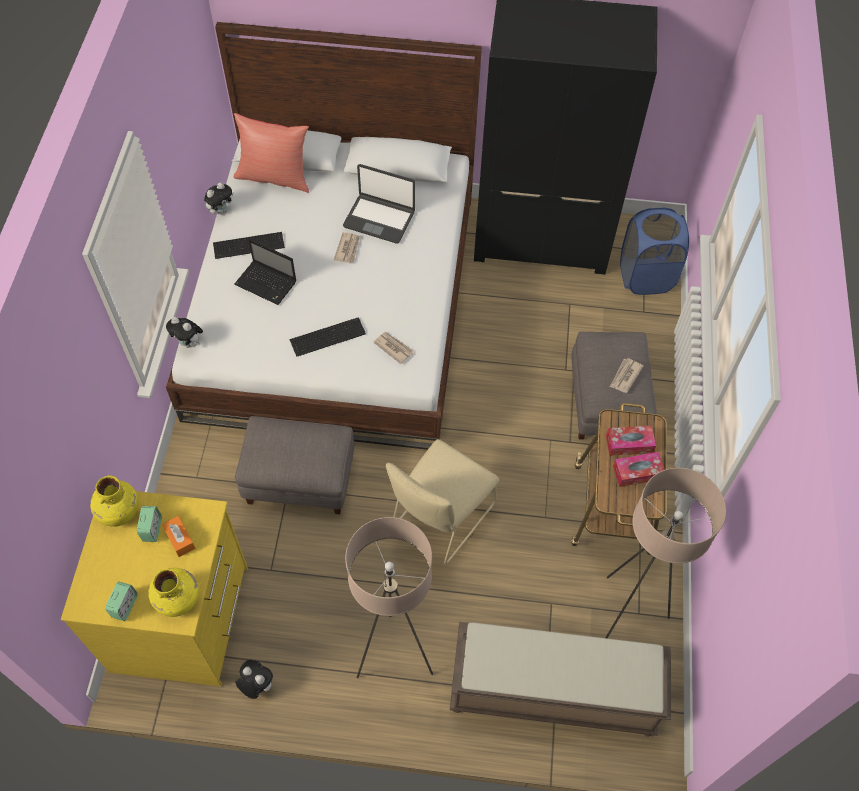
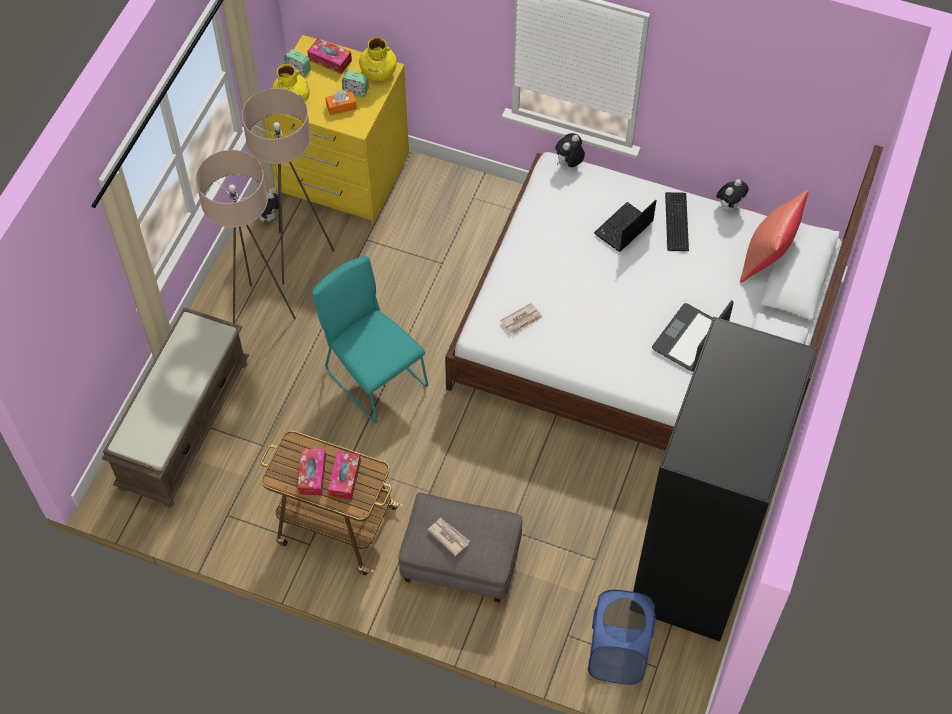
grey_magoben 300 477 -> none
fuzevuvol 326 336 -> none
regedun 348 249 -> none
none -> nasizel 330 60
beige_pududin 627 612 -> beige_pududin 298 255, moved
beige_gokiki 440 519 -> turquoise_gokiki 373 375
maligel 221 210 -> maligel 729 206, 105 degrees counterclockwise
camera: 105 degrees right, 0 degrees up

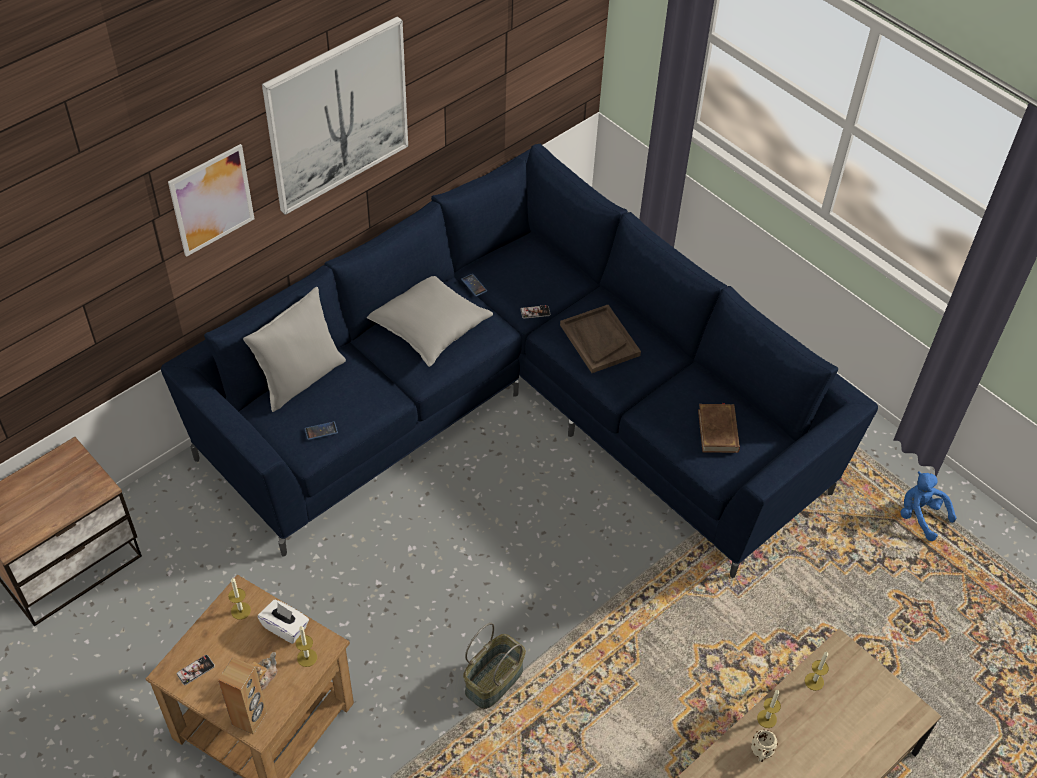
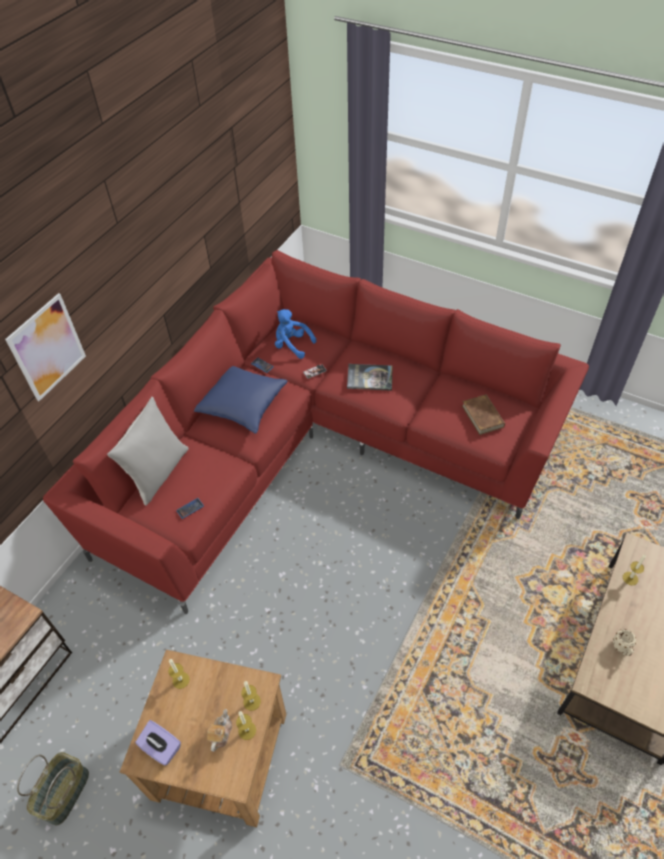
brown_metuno 250 718 -> none
white_nasizel 285 627 -> none
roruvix 337 115 -> none
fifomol 493 680 -> fifomol 64 792, moved
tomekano 766 719 -> tomekano 247 730, moved
blue_maligel 920 516 -> blue_maligel 292 345, moved
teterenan 195 670 -> purple_nasizel 161 748
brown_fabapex 599 340 -> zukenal 369 378
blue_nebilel 518 408 -> red_nebilel 317 446
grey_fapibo 429 326 -> blue_fapibo 241 404
camera: 15 degrees left, 0 degrees up

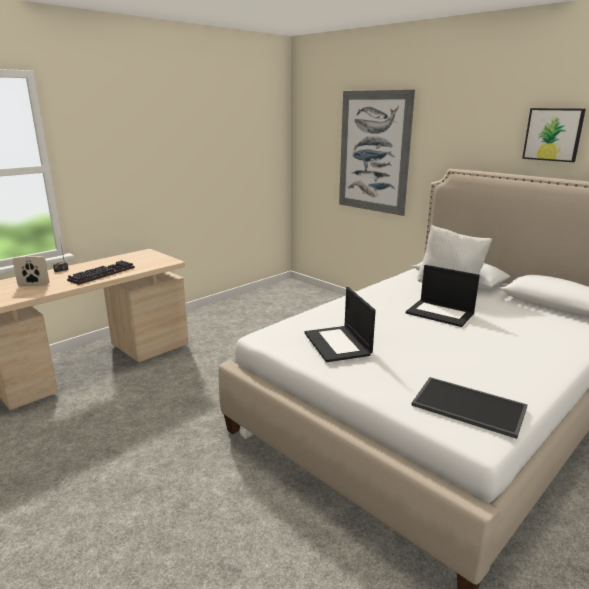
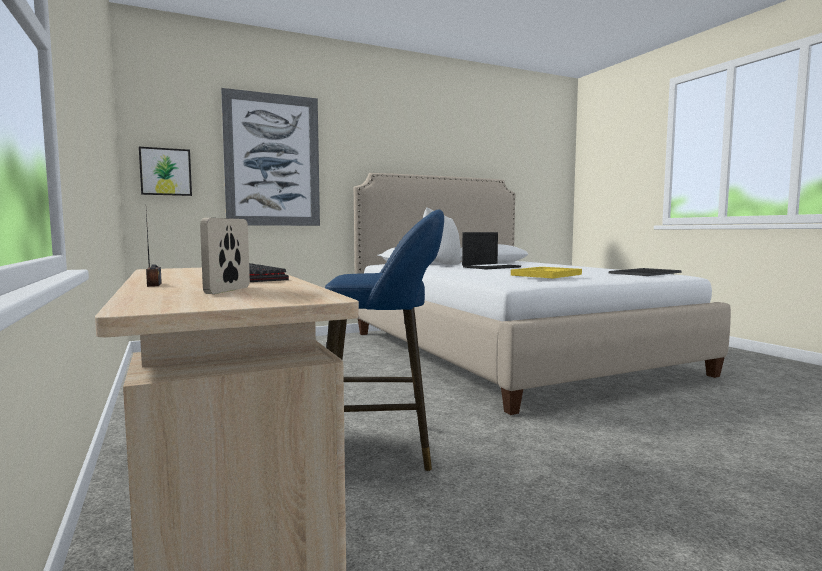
none -> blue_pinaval 384 446
roruvix 553 134 -> roruvix 166 172, moved
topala 338 344 -> yellow_fabapex 546 275
camera: 70 degrees left, 15 degrees down

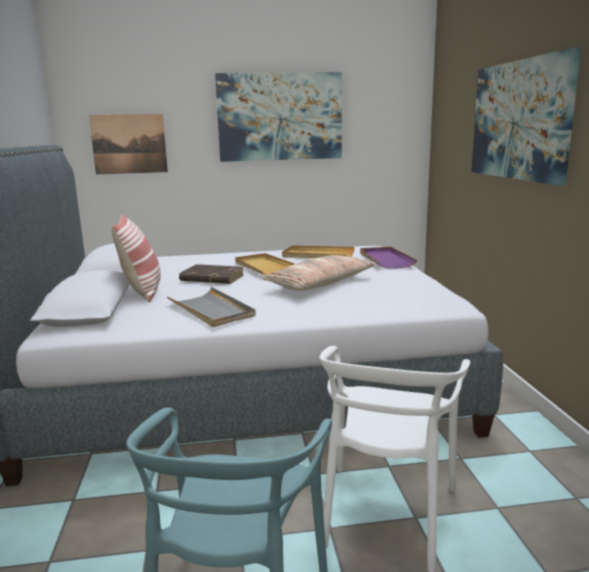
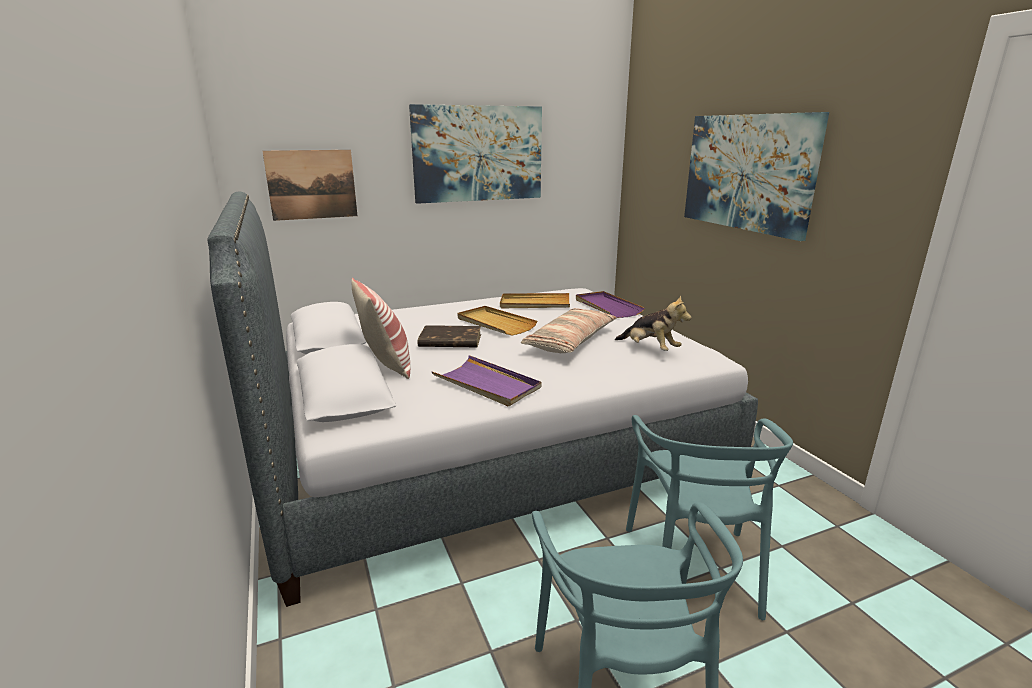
none -> maligel 650 349
grey_fabapex 211 310 -> purple_fabapex 487 384
white_gokiki 386 513 -> turquoise_gokiki 694 568
camera: 15 degrees left, 5 degrees up

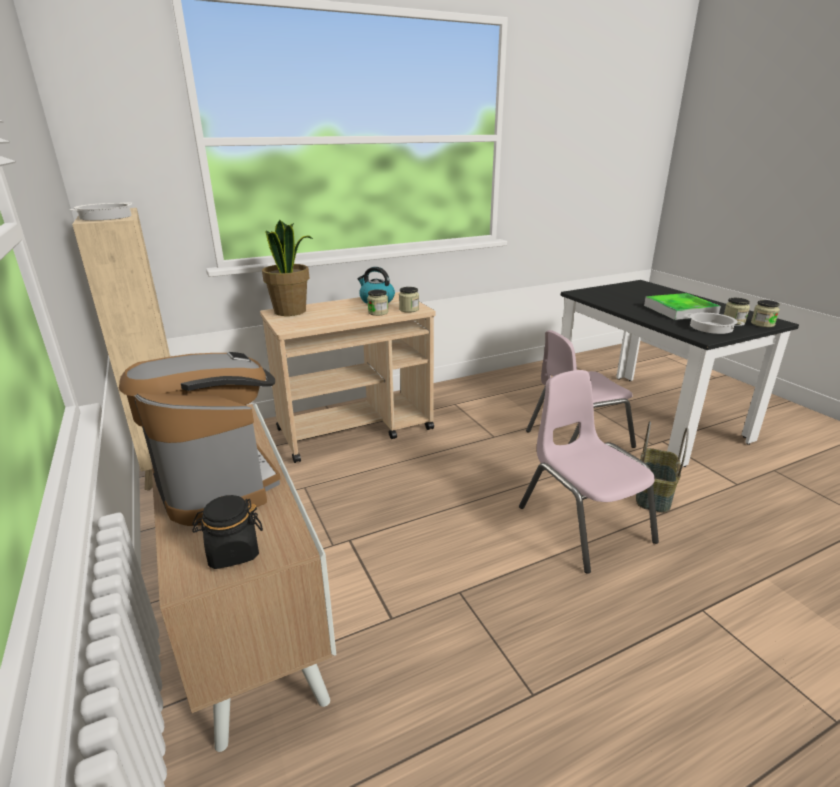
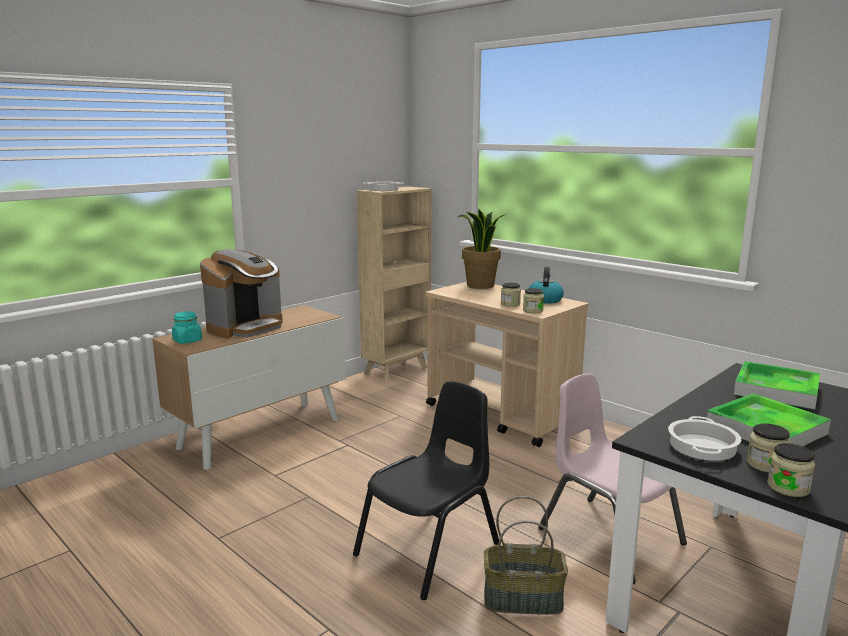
none -> fabapex 776 390
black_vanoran 233 552 -> turquoise_vanoran 187 341
pink_gokiki 583 524 -> black_gokiki 429 550
camera: 70 degrees right, 10 degrees down

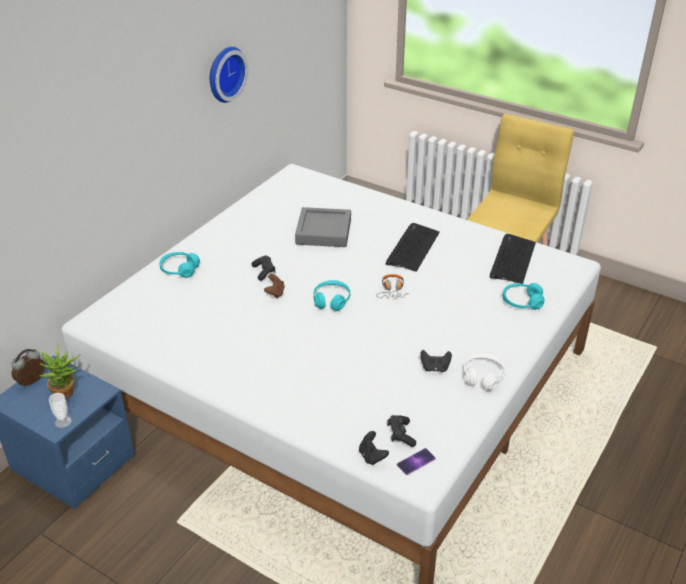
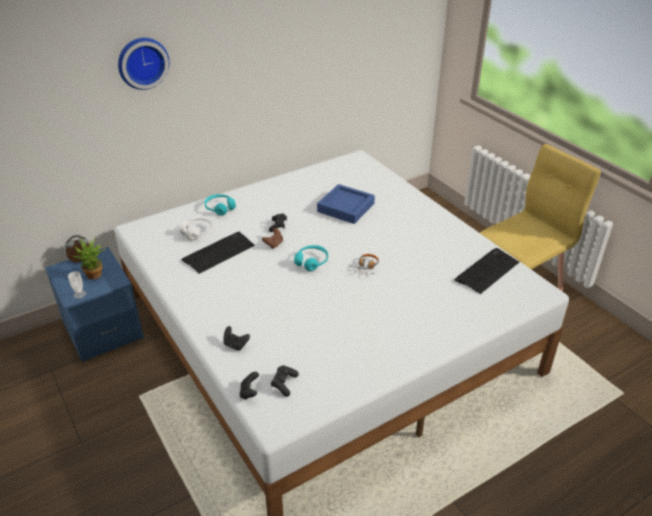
teterenan 416 461 -> none
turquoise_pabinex 522 302 -> none
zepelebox 224 73 -> zepelebox 142 62, moved
fuzevuvol 412 248 -> fuzevuvol 219 252, moved
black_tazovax 435 368 -> black_tazovax 235 345, moved
white_pabinex 483 377 -> white_pabinex 197 232, moved
grey_fabapex 323 232 -> blue_fabapex 346 208
camera: 25 degrees right, 0 degrees up

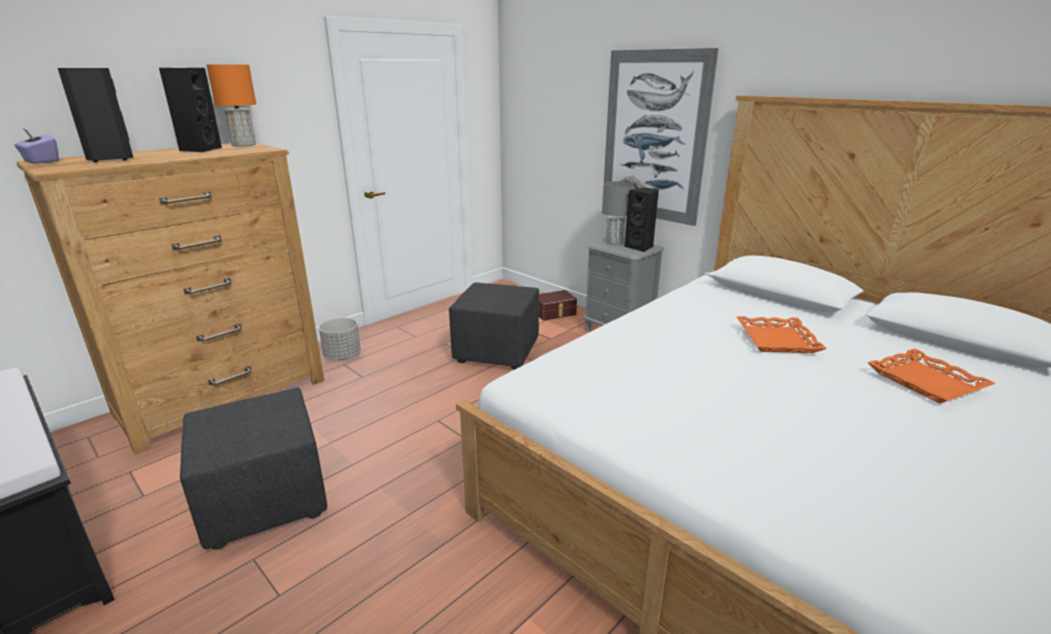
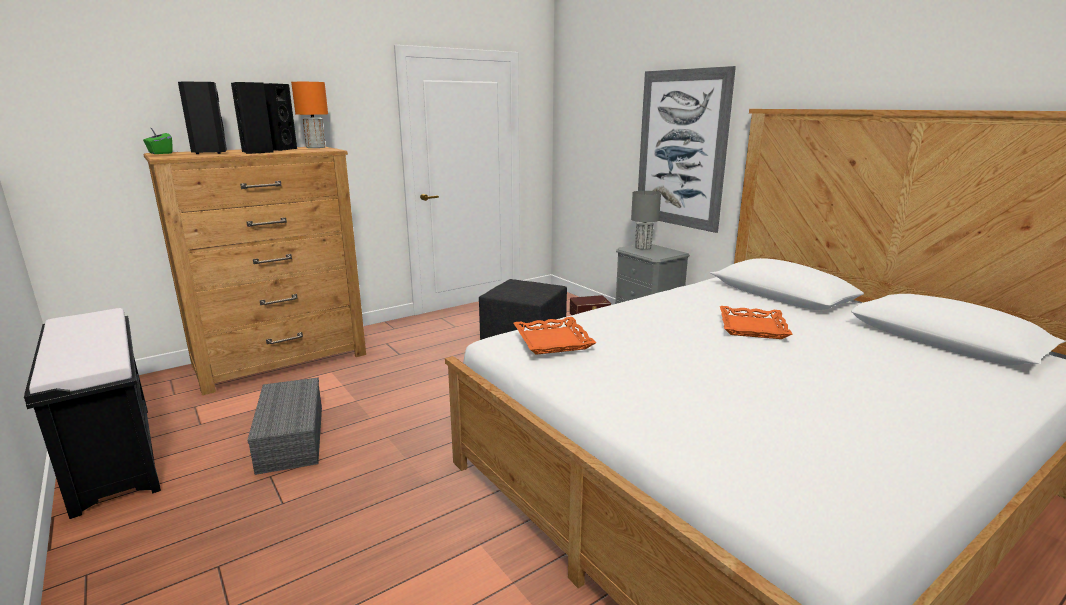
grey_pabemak 343 355 -> none
black_metuno 640 247 -> black_metuno 257 152, moved
orange_fabapex 926 381 -> orange_fabapex 553 341, moved
black_magoben 263 501 -> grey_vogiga 290 437
purple_nasizel 41 161 -> green_nasizel 160 153
camera: 10 degrees right, 5 degrees down

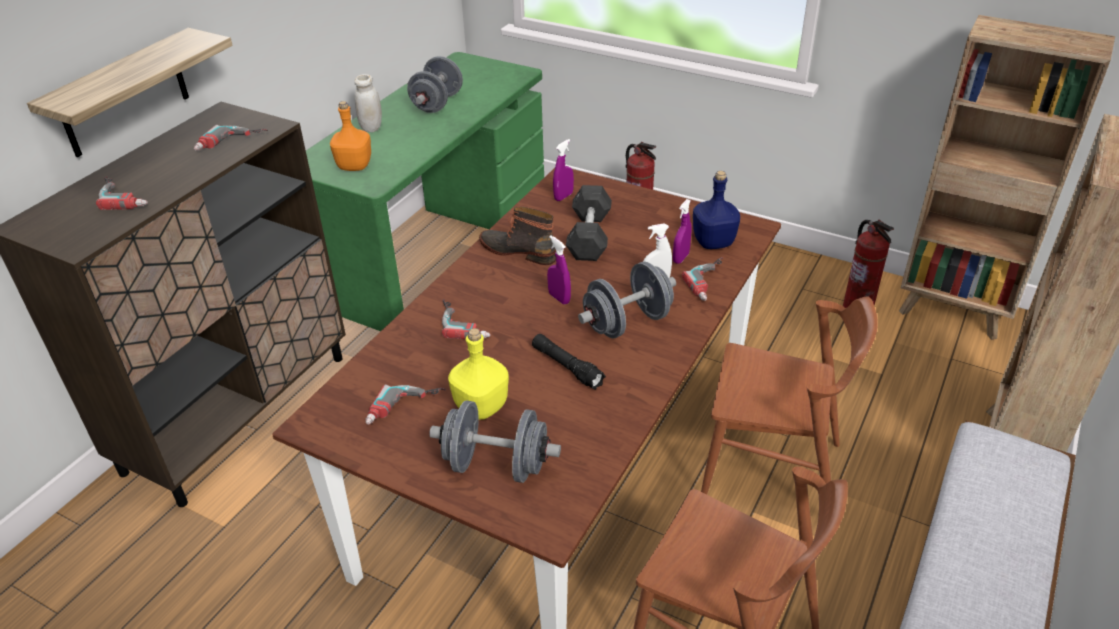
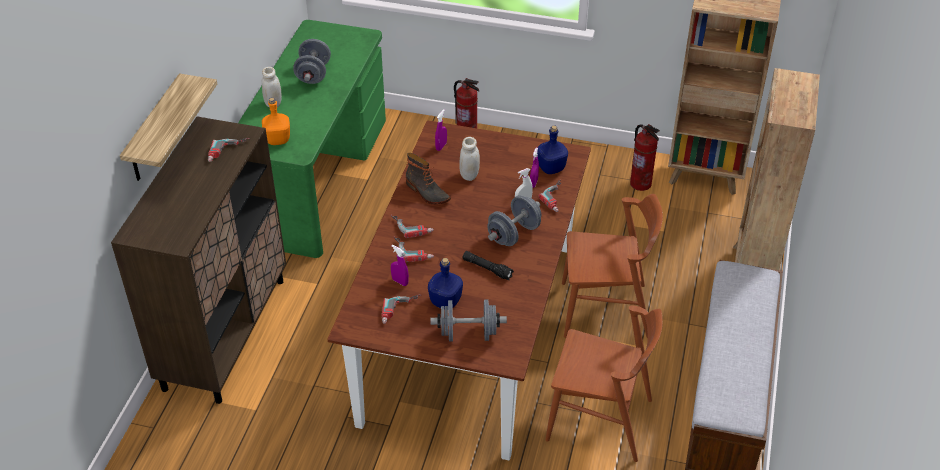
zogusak 127 195 -> zogusak 412 225, moved
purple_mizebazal 559 298 -> purple_mizebazal 400 281, moved
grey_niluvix 589 236 -> white_vanoran 469 175
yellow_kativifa 480 407 -> blue_kativifa 445 302
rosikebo 519 250 -> rosikebo 427 193, 150 degrees counterclockwise
camera: 15 degrees left, 5 degrees up

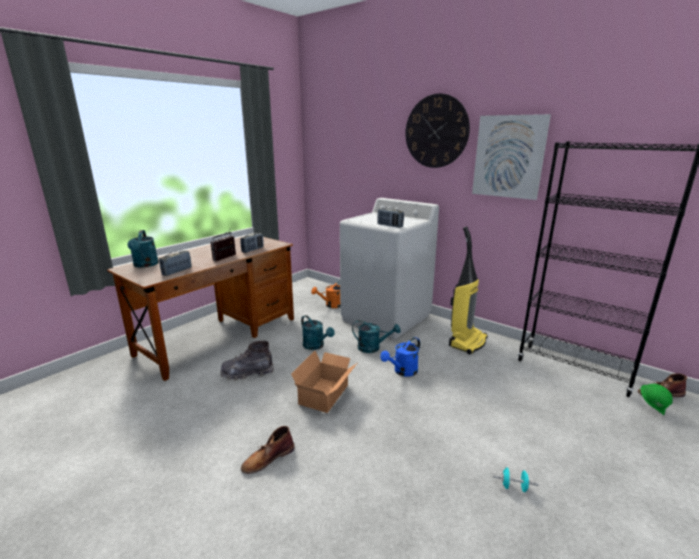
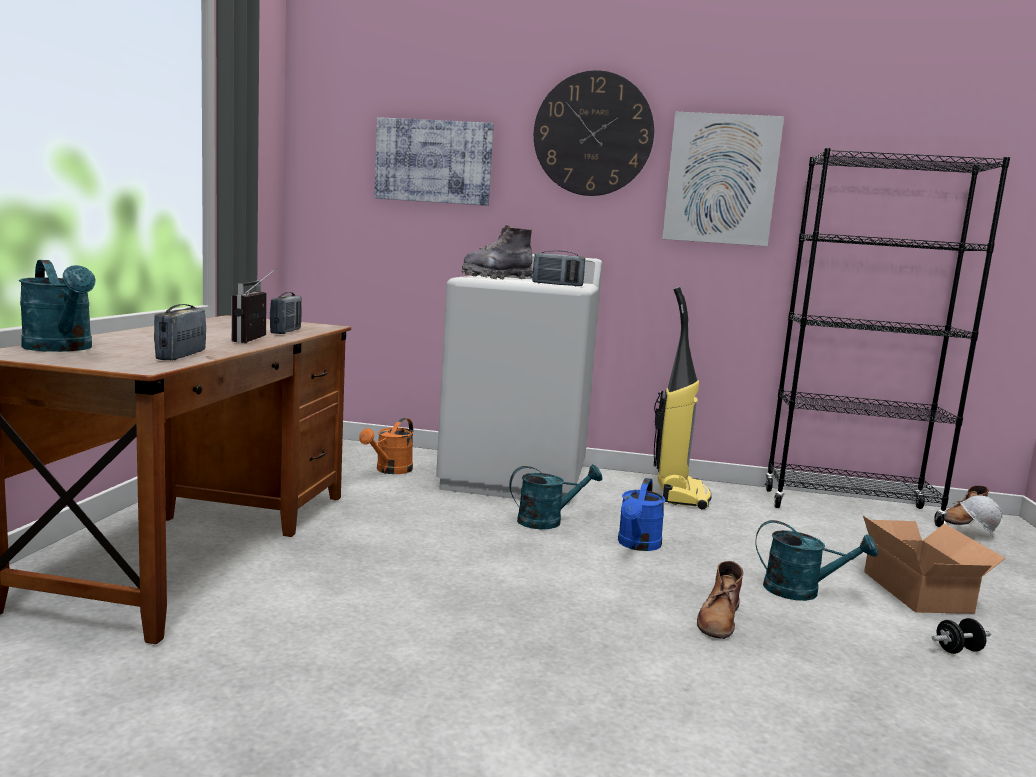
none -> roruvix 433 161
grey_rosikebo 247 373 -> grey_rosikebo 496 278, moved
brown_rosikebo 267 458 -> brown_rosikebo 719 619, moved
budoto 326 394 -> budoto 919 591, moved
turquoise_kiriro 316 346 -> turquoise_kiriro 801 591, moved
turquoise_niluvix 514 487 -> black_niluvix 958 650
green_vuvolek 651 409 -> white_vuvolek 975 535
camera: 30 degrees left, 10 degrees down

